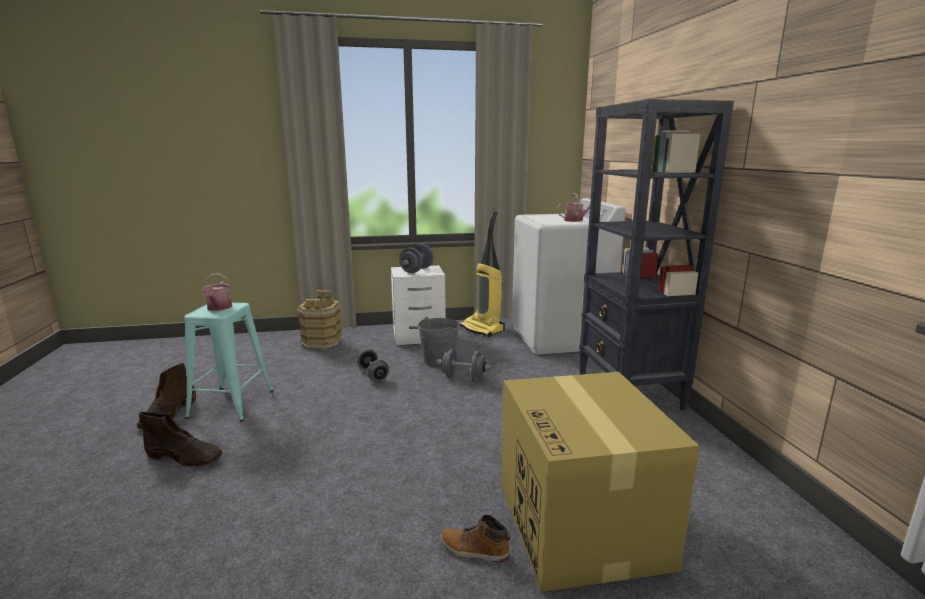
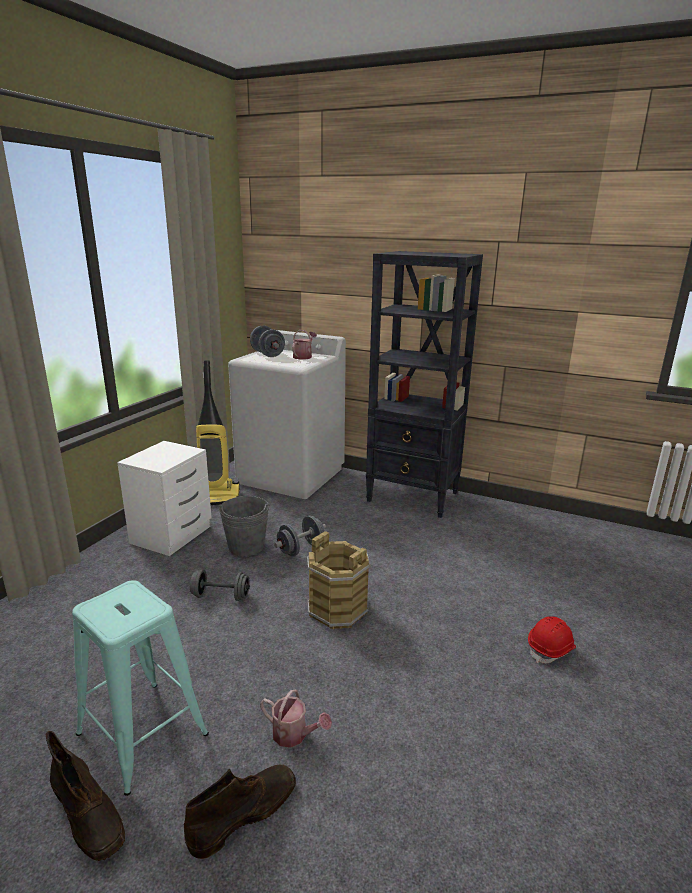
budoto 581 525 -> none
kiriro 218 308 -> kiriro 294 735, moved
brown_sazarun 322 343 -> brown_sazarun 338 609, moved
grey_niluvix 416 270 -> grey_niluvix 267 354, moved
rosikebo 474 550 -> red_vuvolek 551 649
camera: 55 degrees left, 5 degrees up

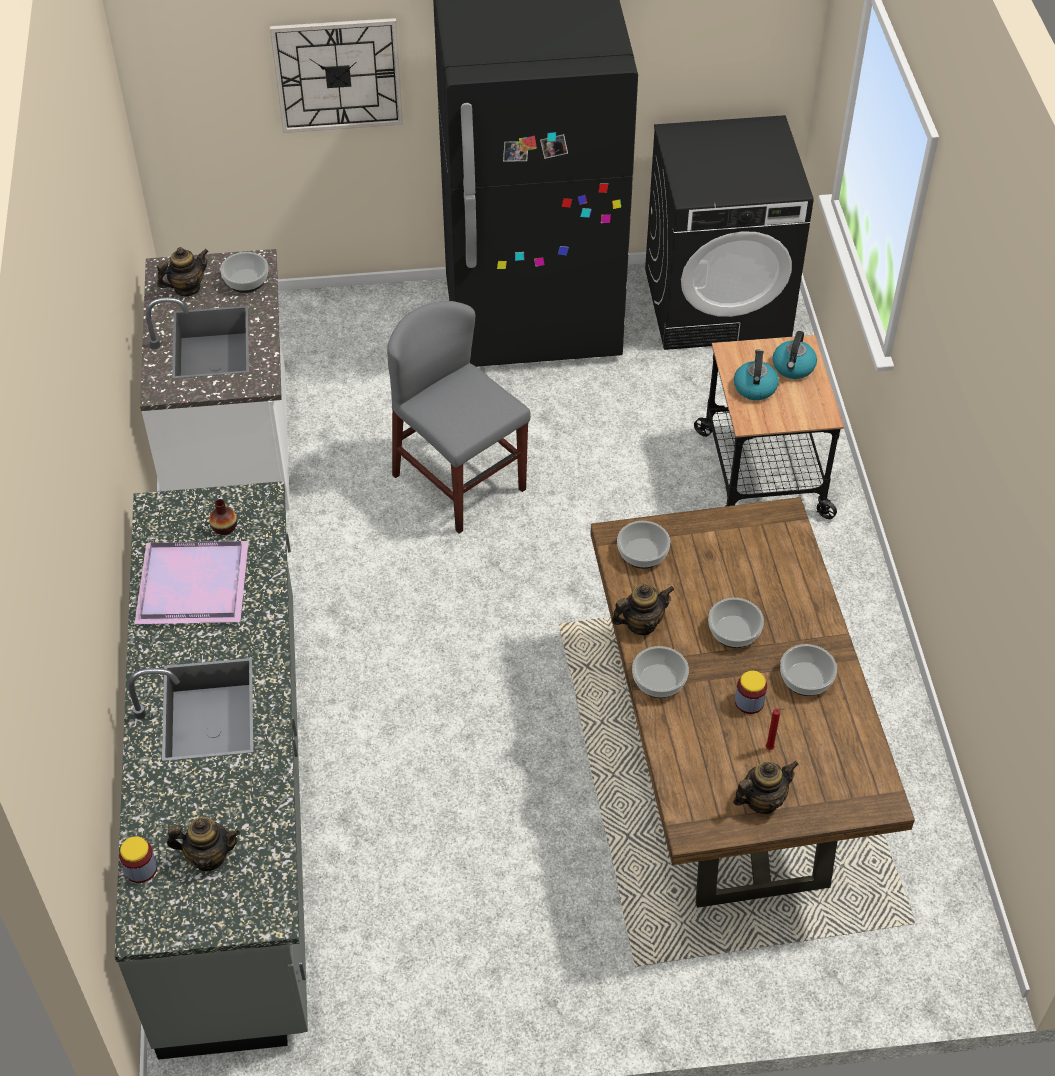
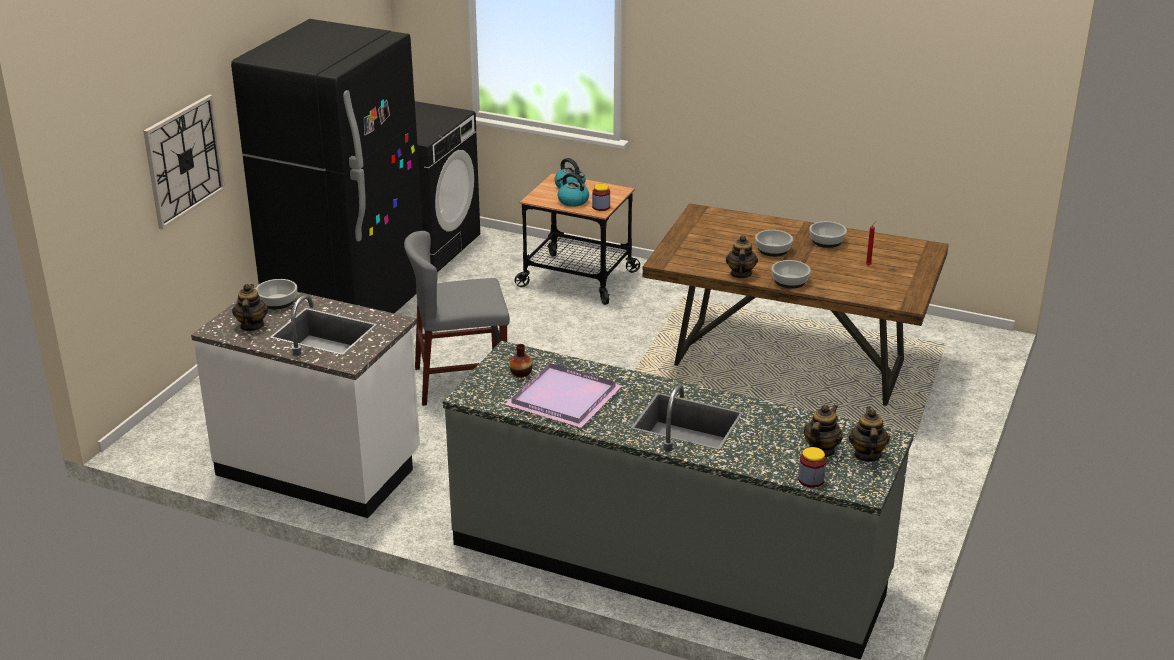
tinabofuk 643 552 -> none
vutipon 762 800 -> vutipon 866 455, moved
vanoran 749 702 -> vanoran 601 207, moved
camera: 60 degrees left, 20 degrees down

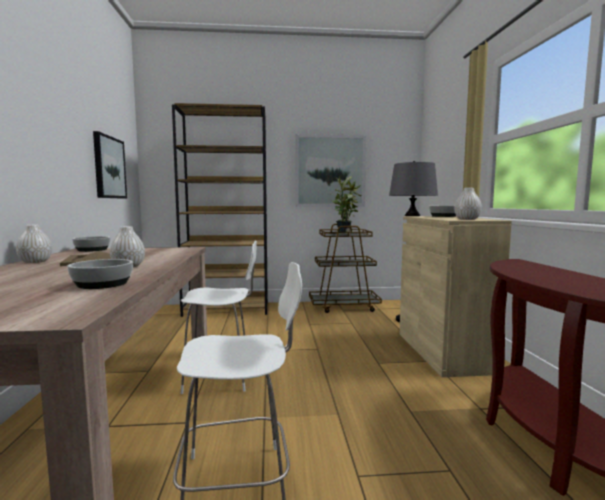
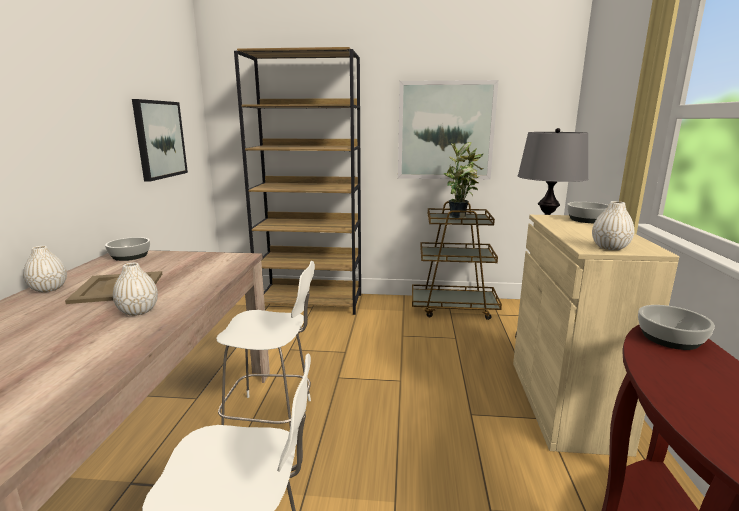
tinabofuk 102 284 -> tinabofuk 669 338, moved
camera: 10 degrees right, 10 degrees up

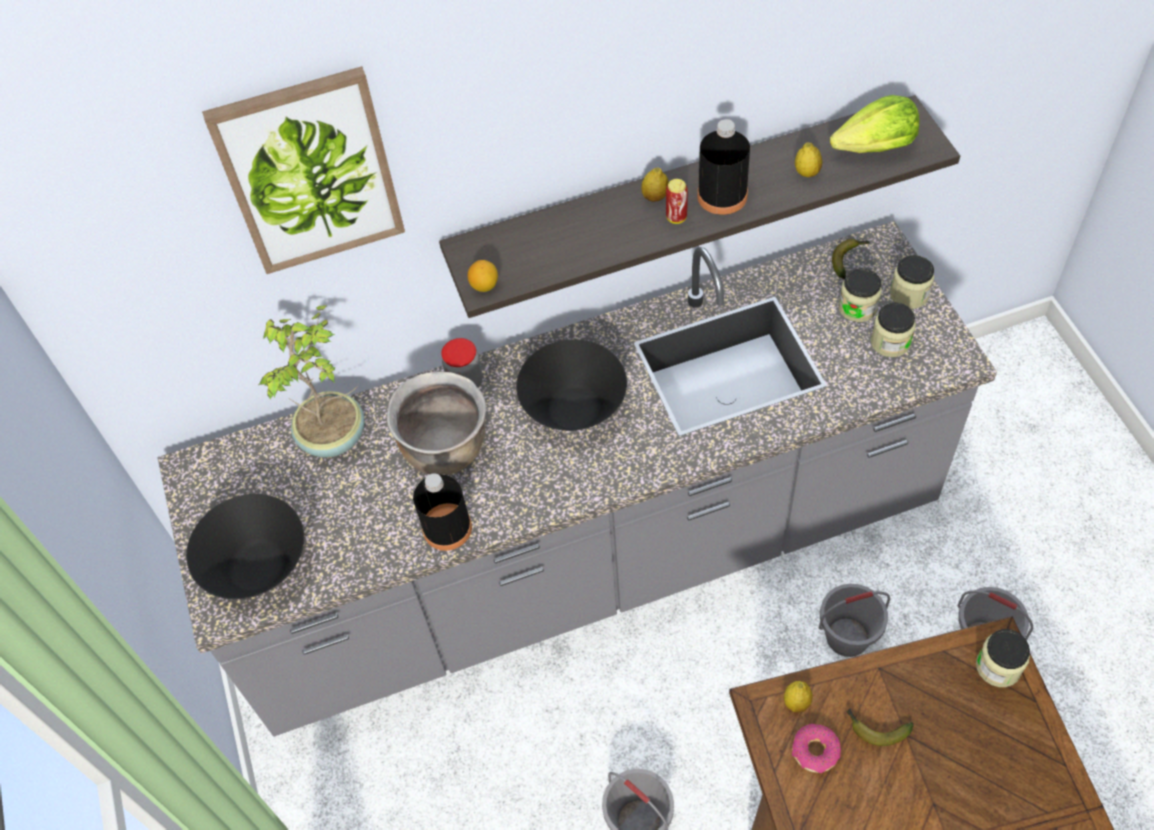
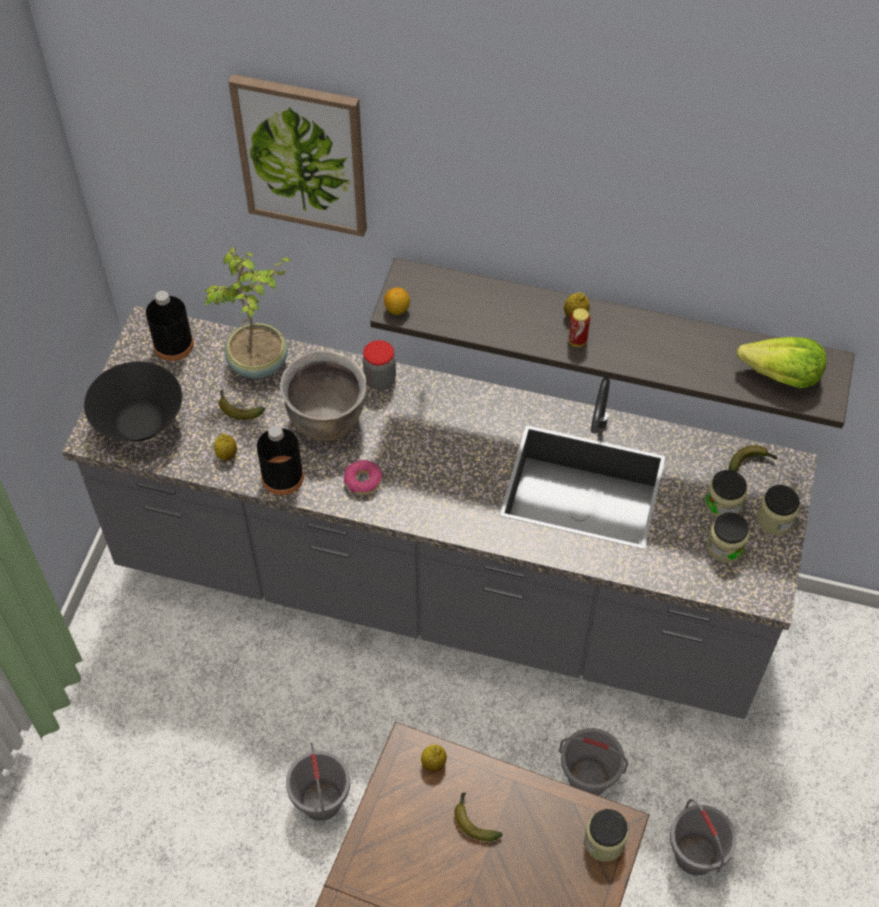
black_tinabofuk 574 409 -> none
none -> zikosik 237 408
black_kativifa 722 196 -> black_kativifa 173 345, moved
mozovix 815 751 -> mozovix 362 481, moved
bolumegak 807 173 -> bolumegak 227 455, moved
camera: 30 degrees right, 0 degrees up

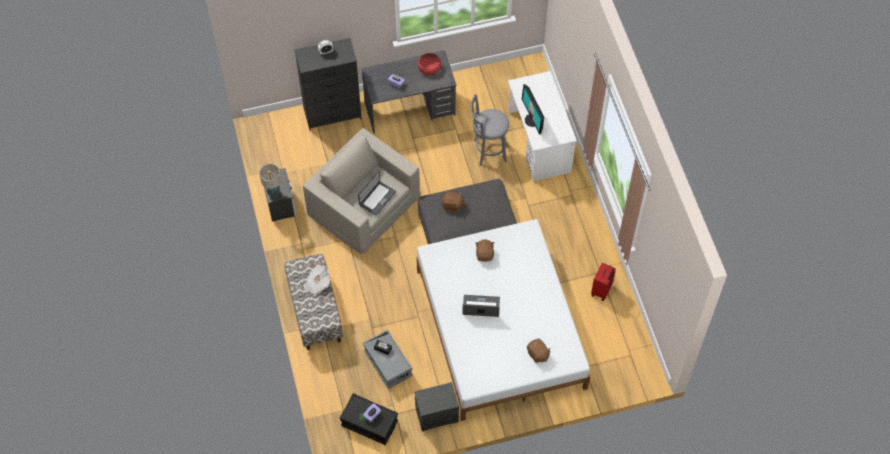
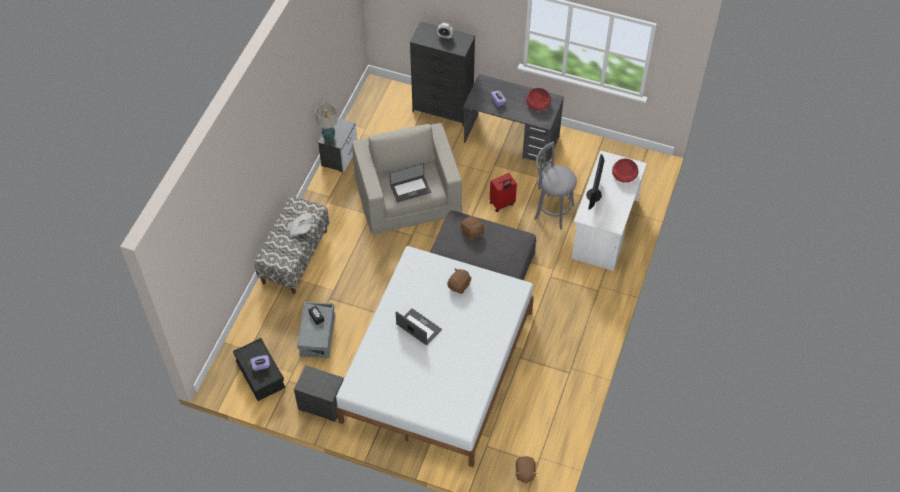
none -> red_tinabofuk 624 175
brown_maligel 537 354 -> brown_maligel 524 473, moved
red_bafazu 602 290 -> red_bafazu 502 204, moved
camera: 35 degrees right, 5 degrees down

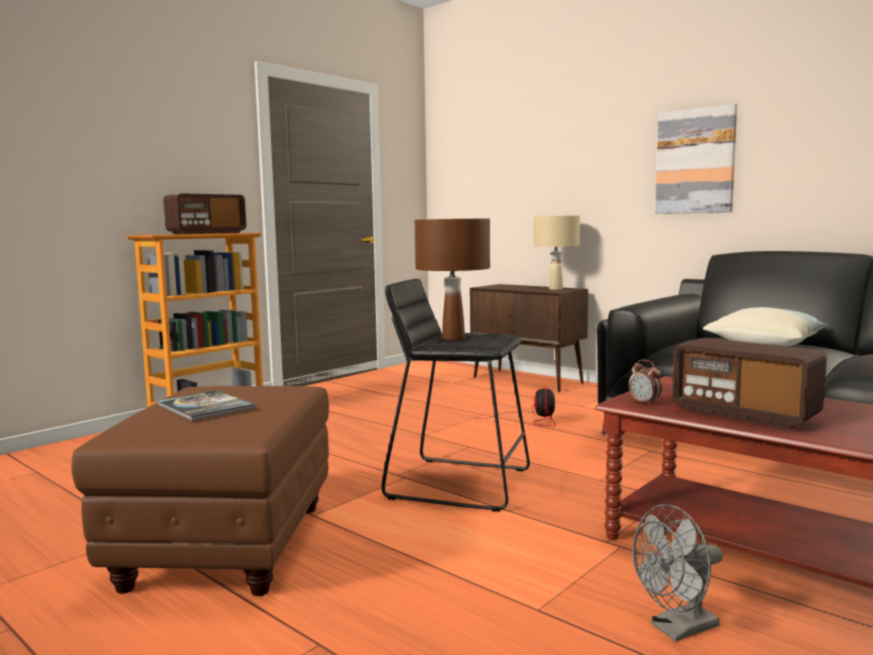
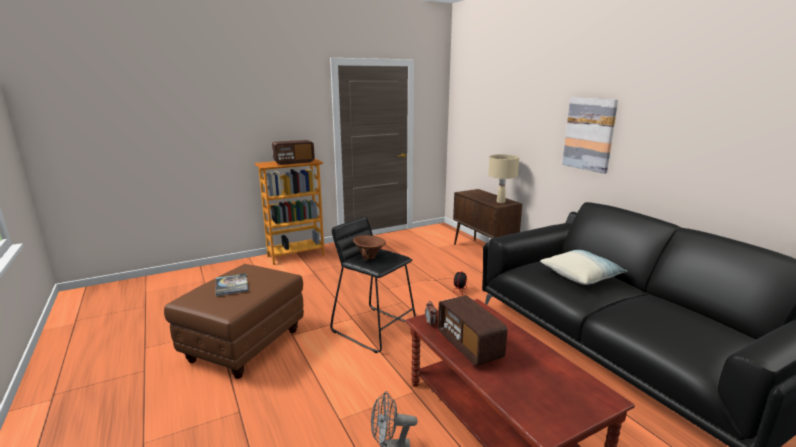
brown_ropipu 453 339 -> brown_tinabofuk 370 257
camera: 20 degrees right, 10 degrees up

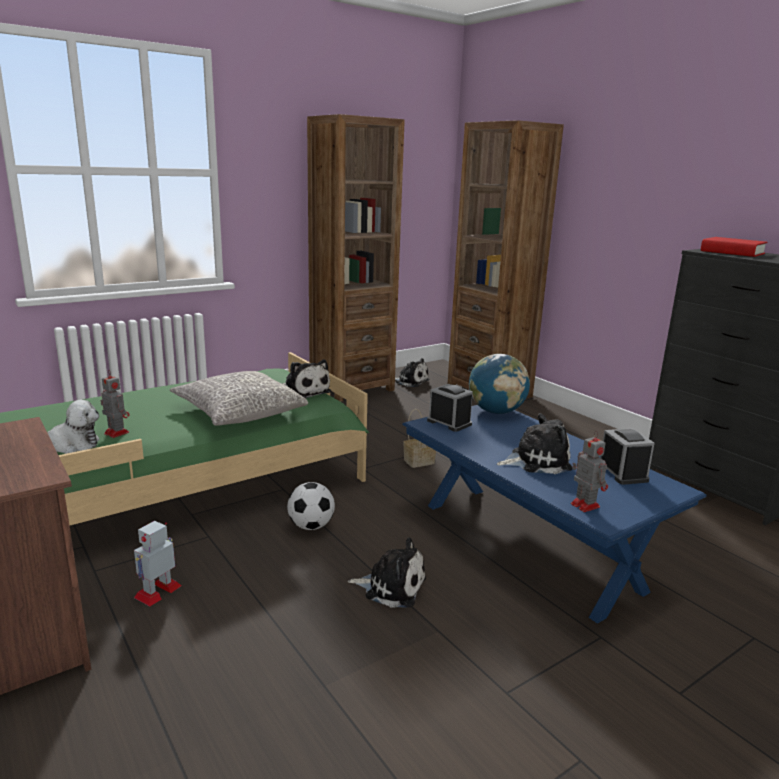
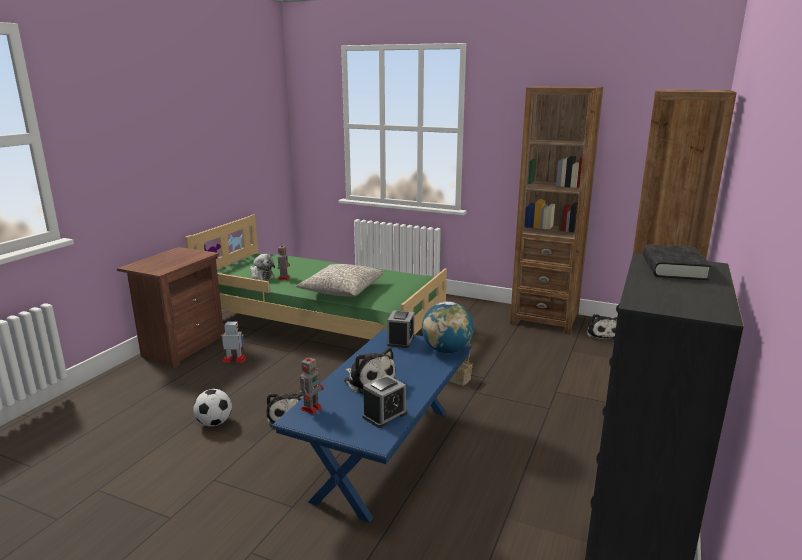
maligel 303 392 -> none
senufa 311 526 -> senufa 214 423, moved
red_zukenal 732 252 -> black_zukenal 673 268
camera: 60 degrees right, 0 degrees up

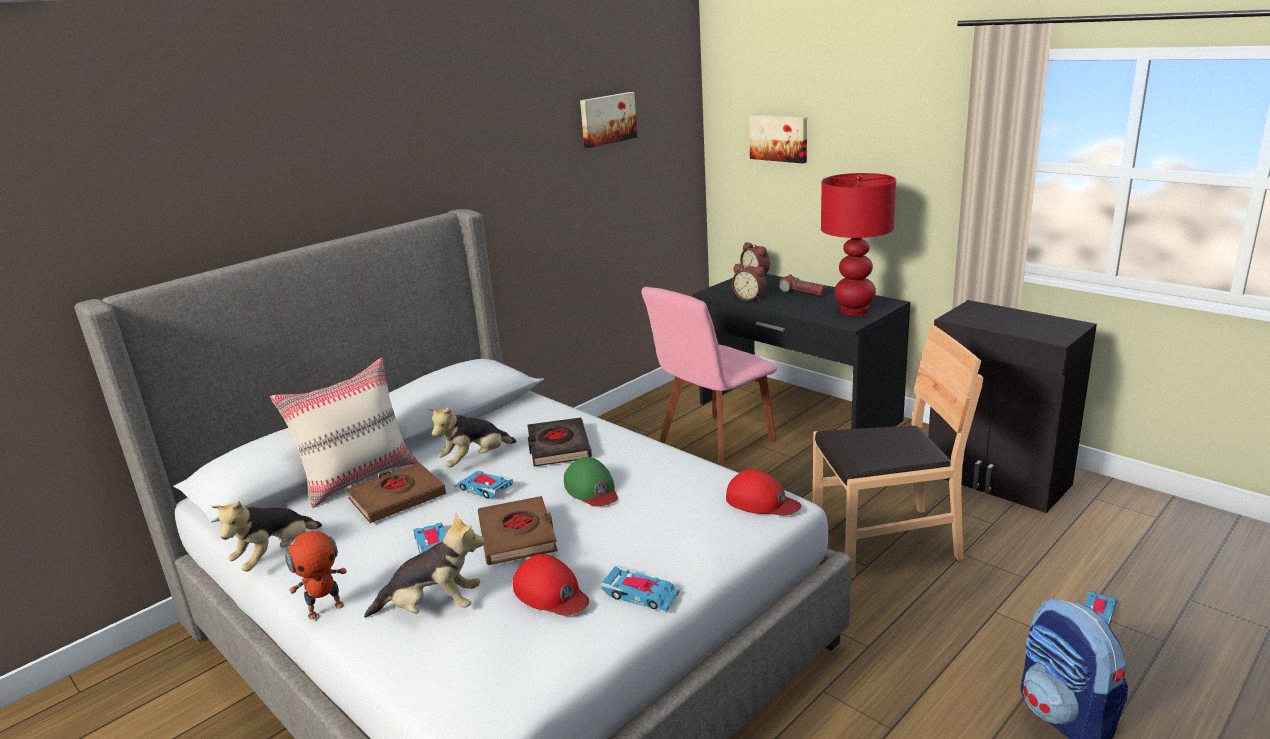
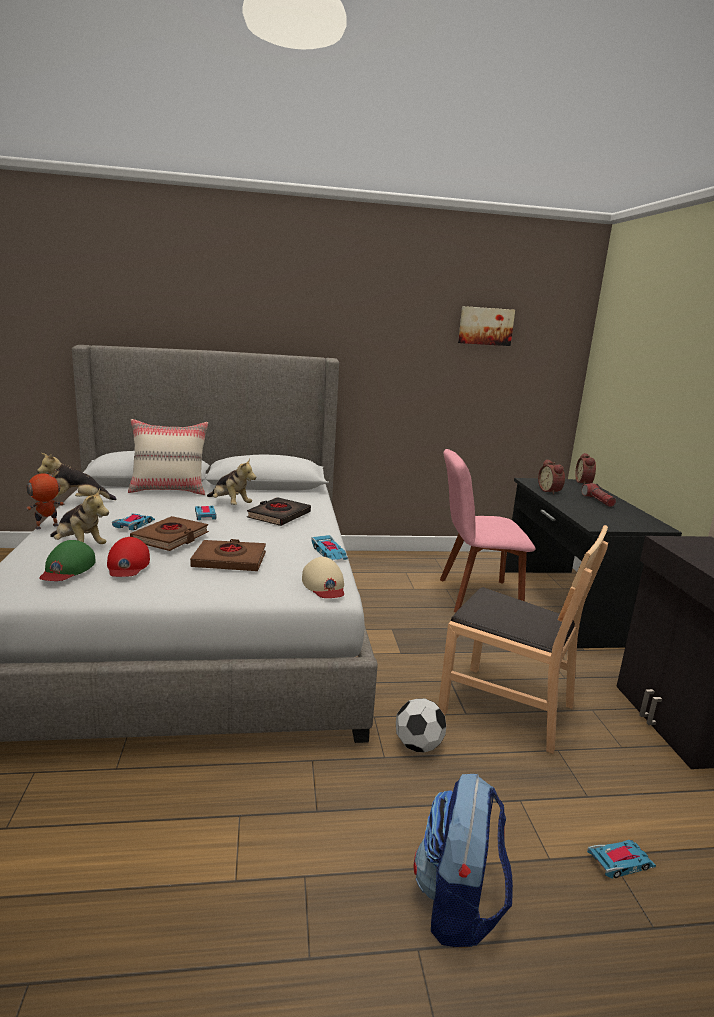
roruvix 779 138 -> none
red_ropipu 854 310 -> none
none -> senufa 418 746
brown_zukenal 397 498 -> brown_zukenal 229 560, moved
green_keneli 592 489 -> green_keneli 67 568, moved
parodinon 641 594 -> parodinon 329 552, moved
red_keneli 761 501 -> beige_keneli 324 585
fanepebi 325 609 -> fanepebi 47 527, 135 degrees clockwise
maligel 475 460 -> maligel 230 504, 135 degrees counterclockwise
camera: 35 degrees right, 5 degrees down

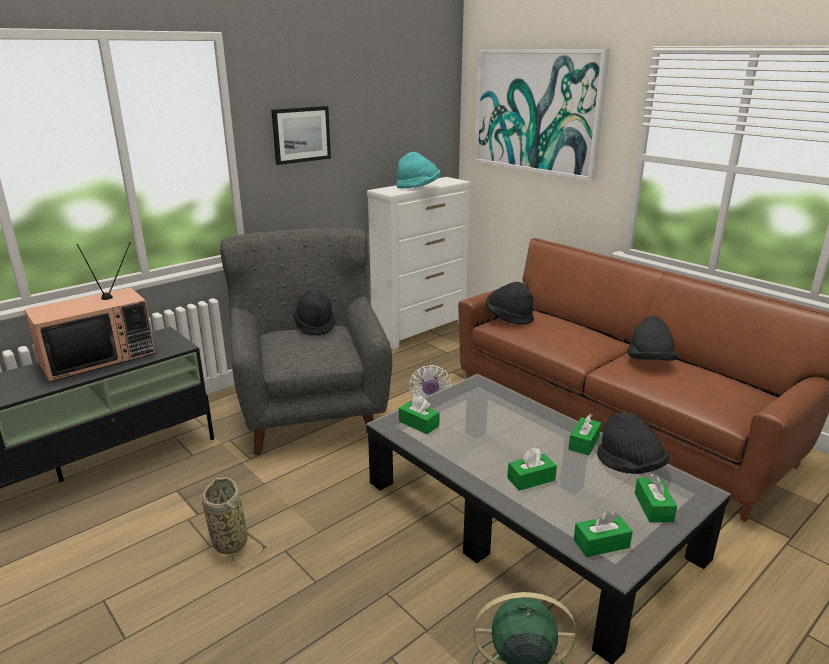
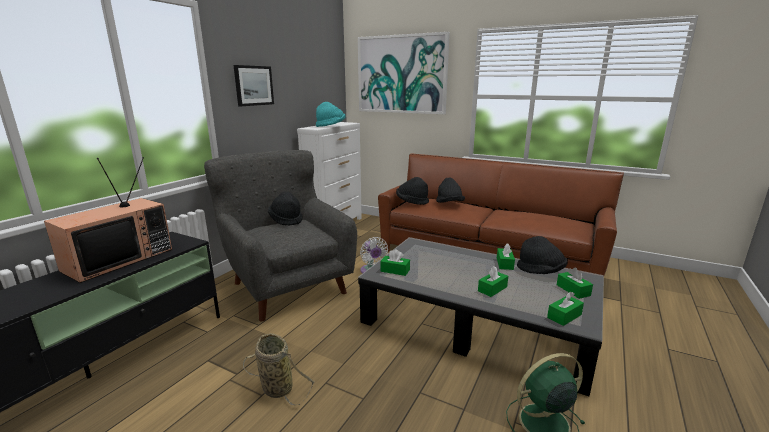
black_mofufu 649 361 -> black_mofufu 449 204, moved
camera: 20 degrees left, 5 degrees down

